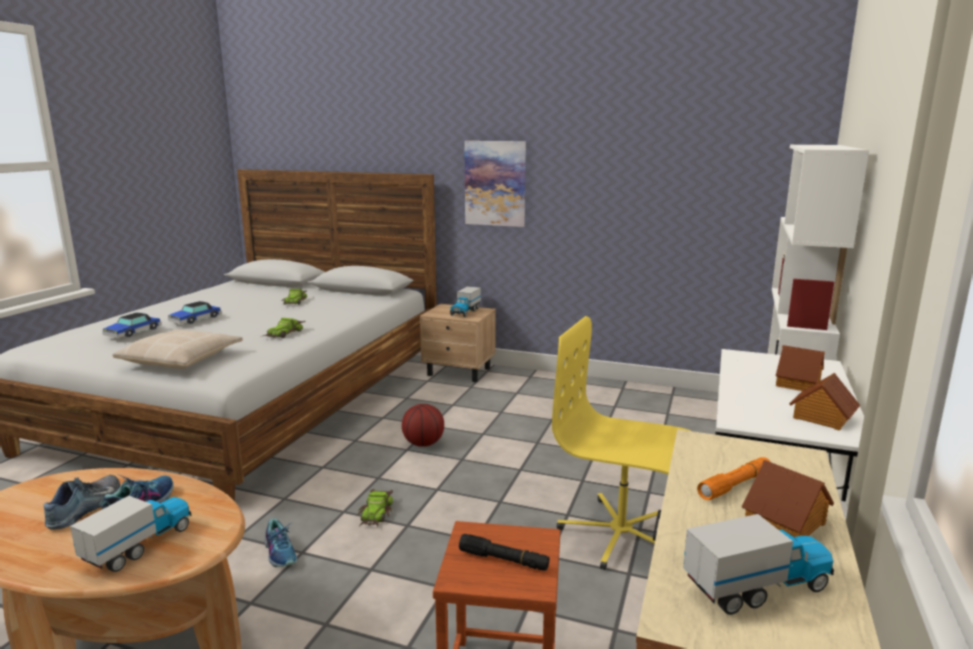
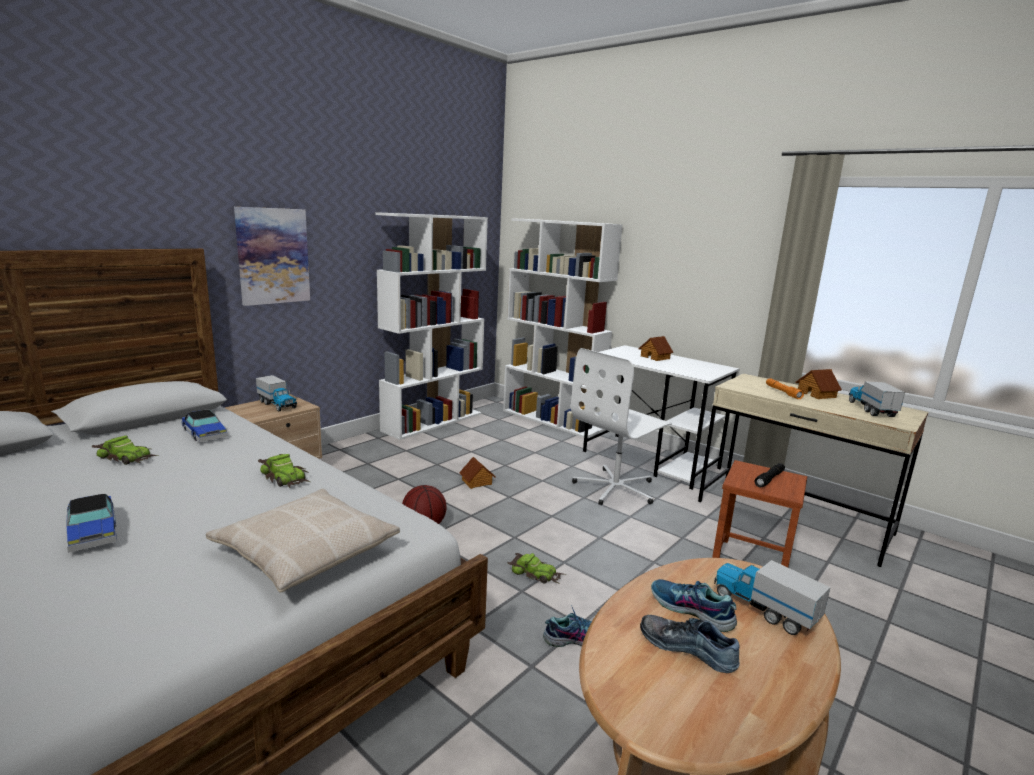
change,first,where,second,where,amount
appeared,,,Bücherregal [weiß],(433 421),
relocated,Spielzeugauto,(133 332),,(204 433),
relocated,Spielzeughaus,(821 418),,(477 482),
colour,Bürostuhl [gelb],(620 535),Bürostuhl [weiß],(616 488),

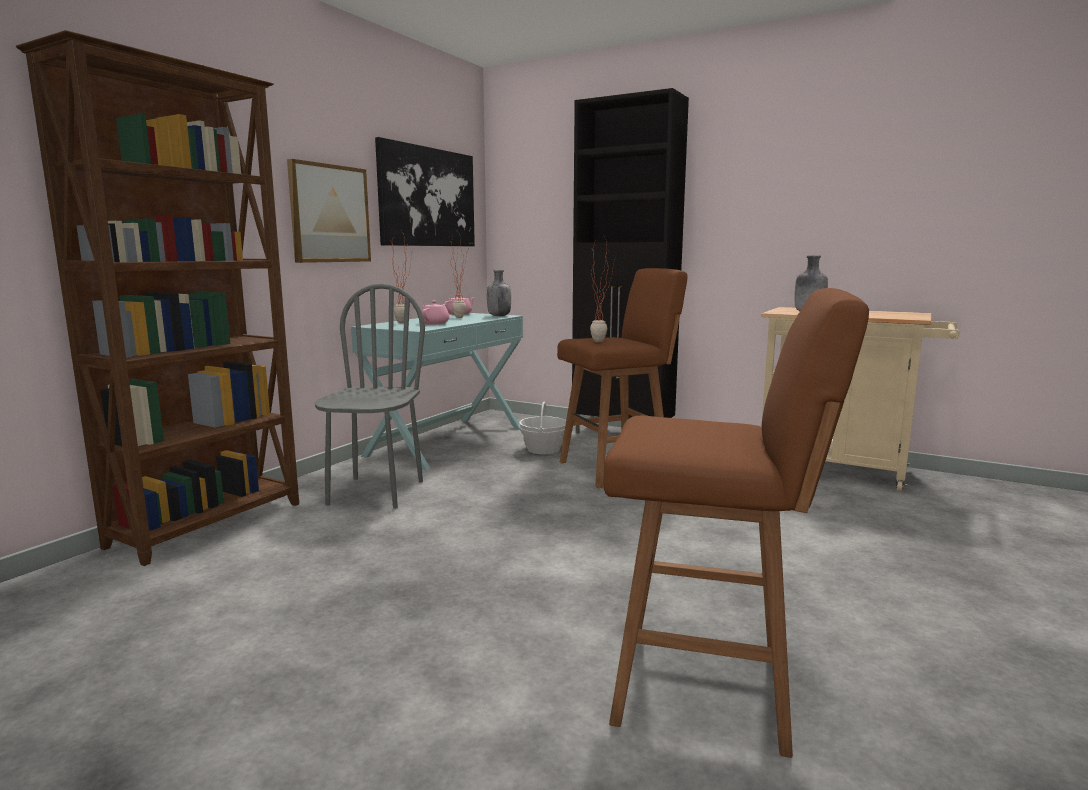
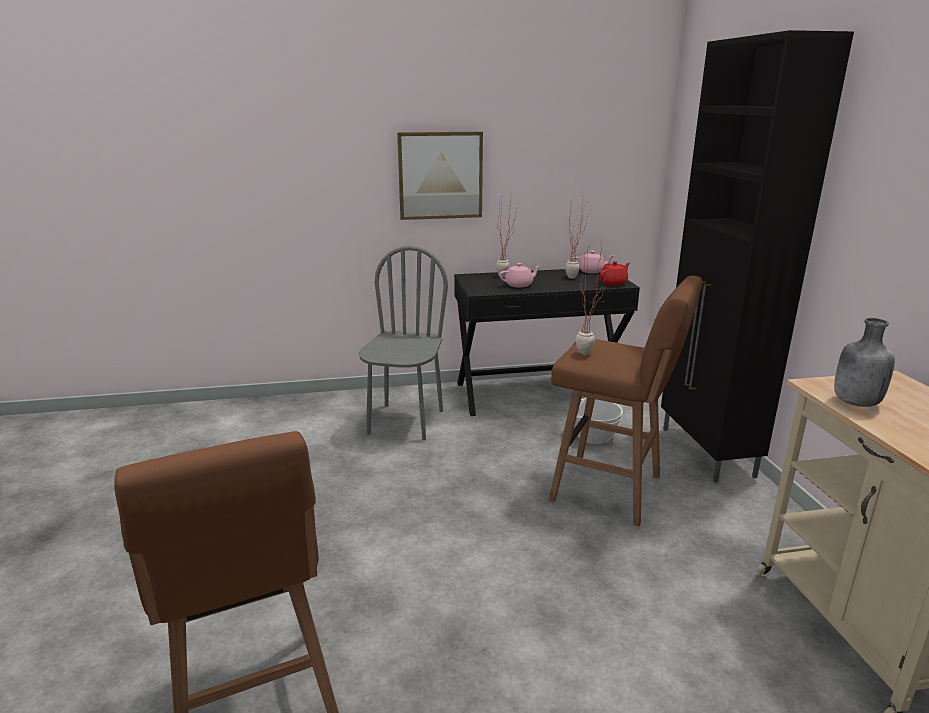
change,first,where,second,where,amount
missing,Bücherregal [braun],(210 524),,,
missing,Bild,(427 197),,,
exchanged,Flasche [grau],(498 316),Teekanne [rot],(614 283),
colour,Konsolentisch [türkis],(446 441),Konsolentisch [schwarz],(538 392),
spun,Stuhl [grau],(375 492),,(405 422),45 degrees counterclockwise

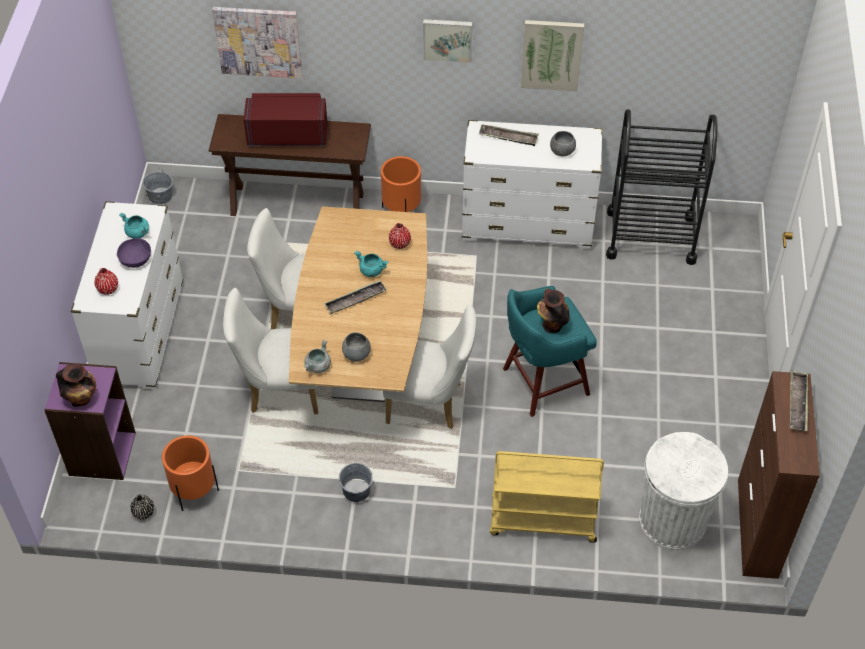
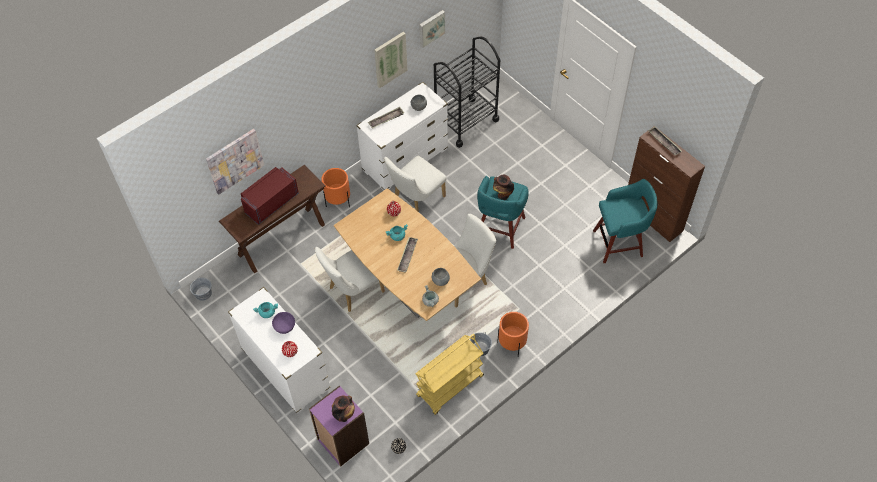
change,first,where,second,where,amount
relocated,Pflanzkübel [orange],(194 492),,(512 344),
relocated,Stuhl [weiß],(279 389),,(416 200),
relocated,Bild,(447 39),,(431 28),
relocated,Rollwagen [gelb],(542 520),,(450 387),
exchanged,Mülleimer [weiß],(672 521),Hocker [türkis],(619 243),

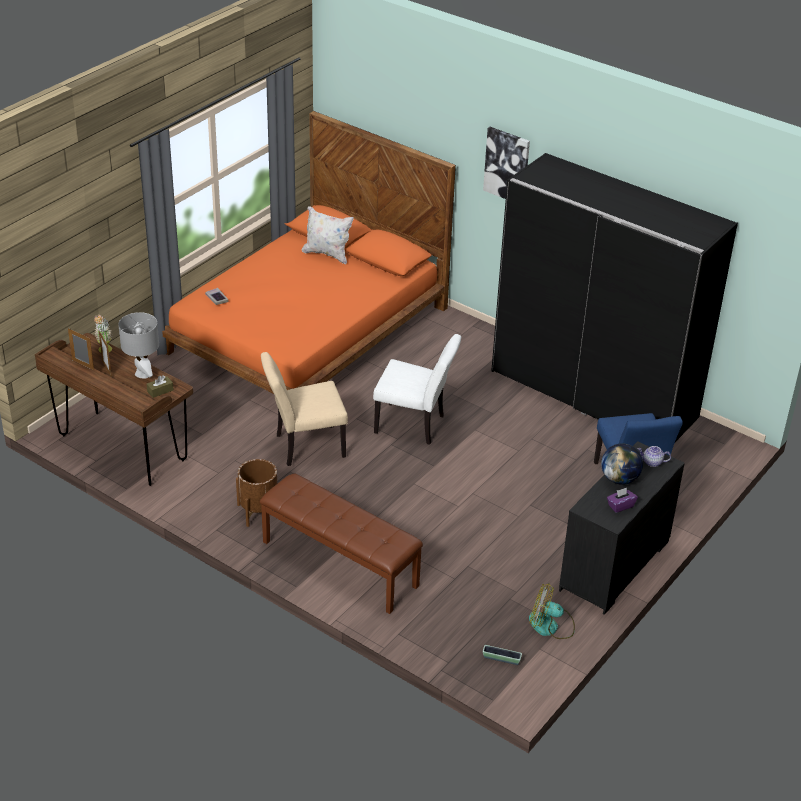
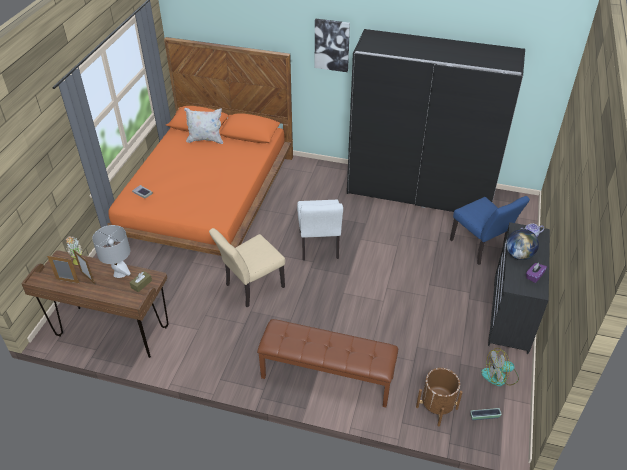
change,first,where,second,where,amount
relocated,Pflanzkübel [braun],(259 511),,(436 408),
spun,Stuhl [weiß],(415 425),,(319 248),90 degrees clockwise

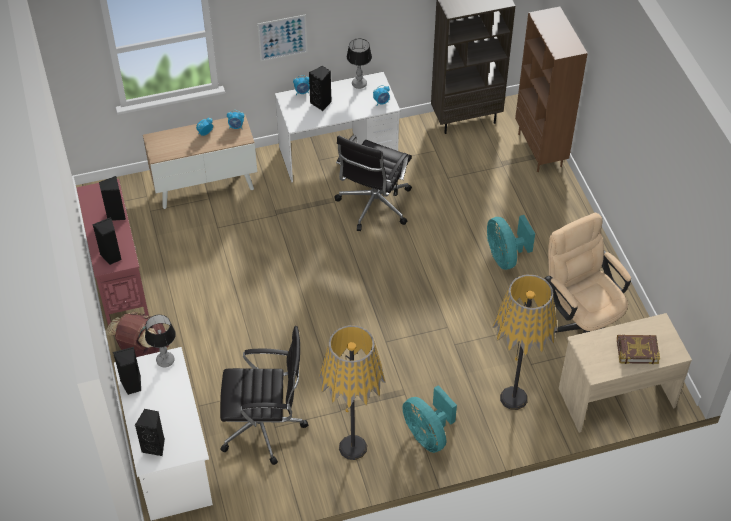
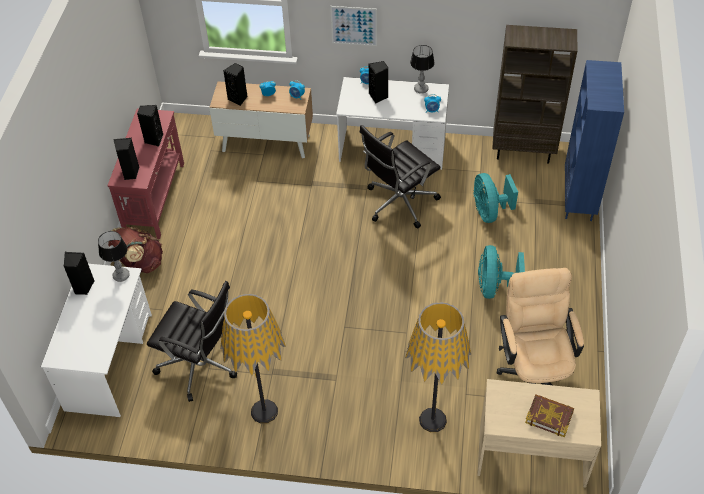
change,first,where,second,where,amount
relocated,Lautsprecher [schwarz],(155 446),,(238 99),
relocated,Ventilator [türkis],(428 434),,(489 212),
colour,Bücherregal [braun],(540 150),Bücherregal [blau],(579 200),

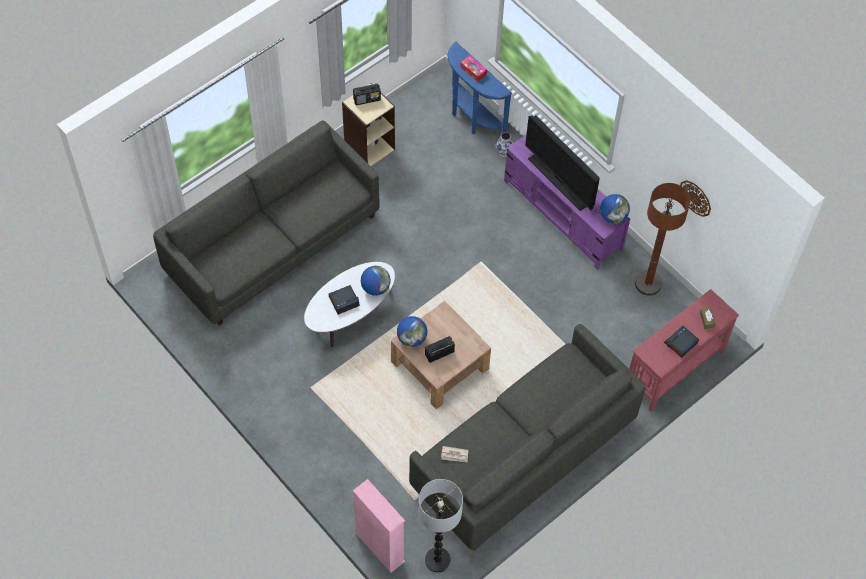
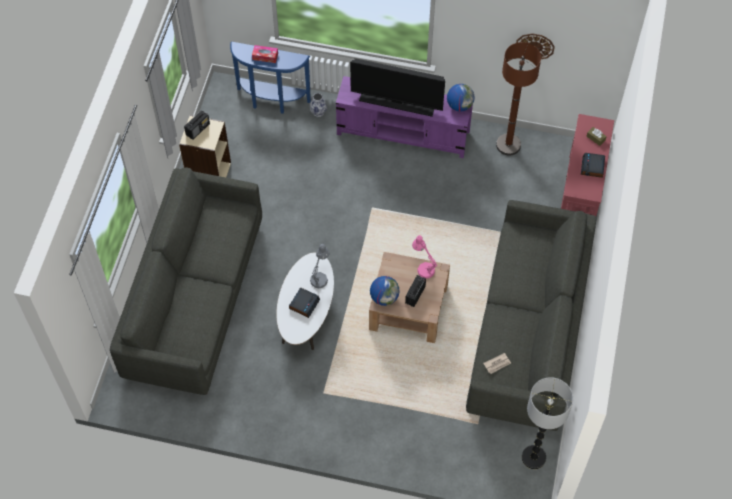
change,first,where,second,where,amount
missing,Bücherregal [rosa],(380 547),,,
appeared,,,Tischlampe [rosa],(423 268),
exchanged,Globus,(375 288),Tischlampe [grau],(320 277),

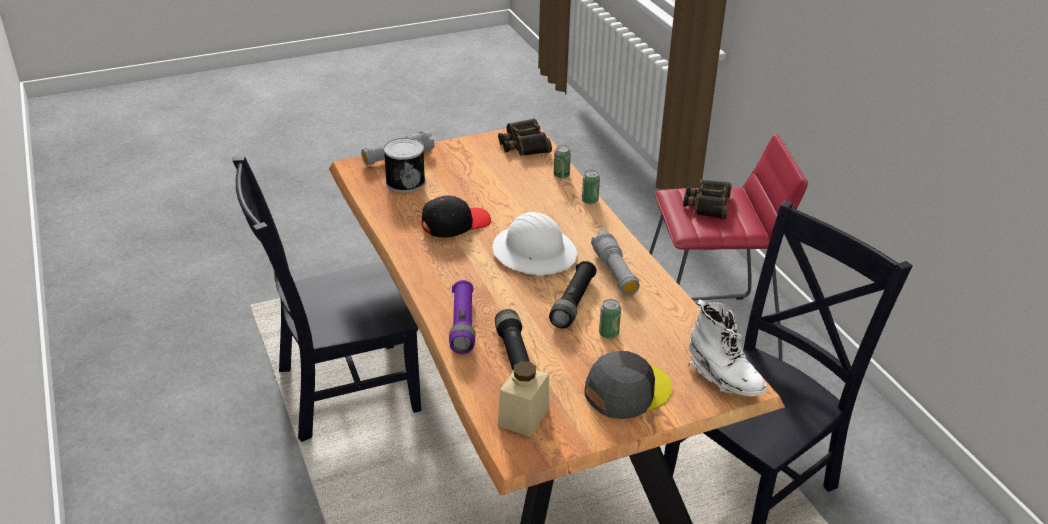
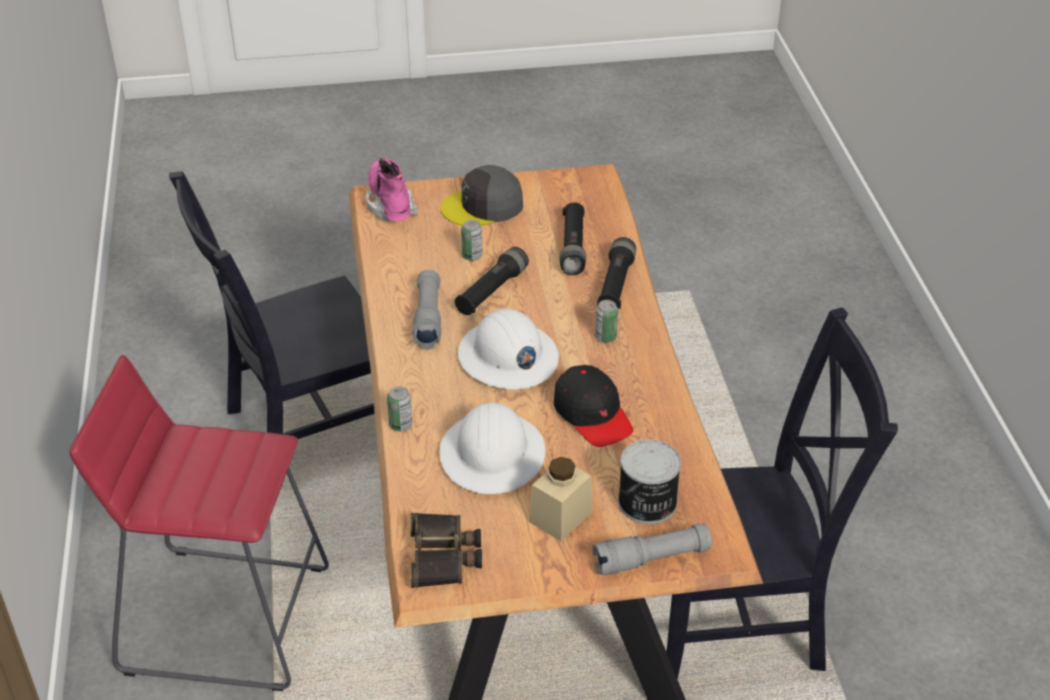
change,first,where,second,where,amount
missing,Fernglas,(707 204),,,
appeared,,,Schutzhelm [weiß],(493 454),
relocated,Vorratsglas [beige],(523 416),,(560 517),
relocated,Dose,(561 175),,(605 337),
colour,Taschenlampe [lila],(462 325),Taschenlampe [schwarz],(615 285),
colour,Stiefel [weiß],(723 377),Stiefel [rosa],(390 205),
spun,Kappe [schwarz],(455 224),,(592 414),105 degrees counterclockwise

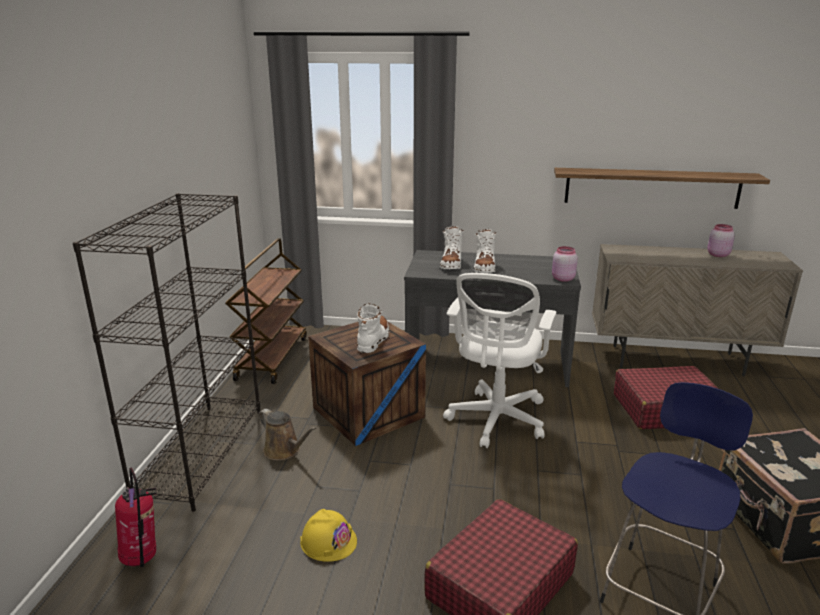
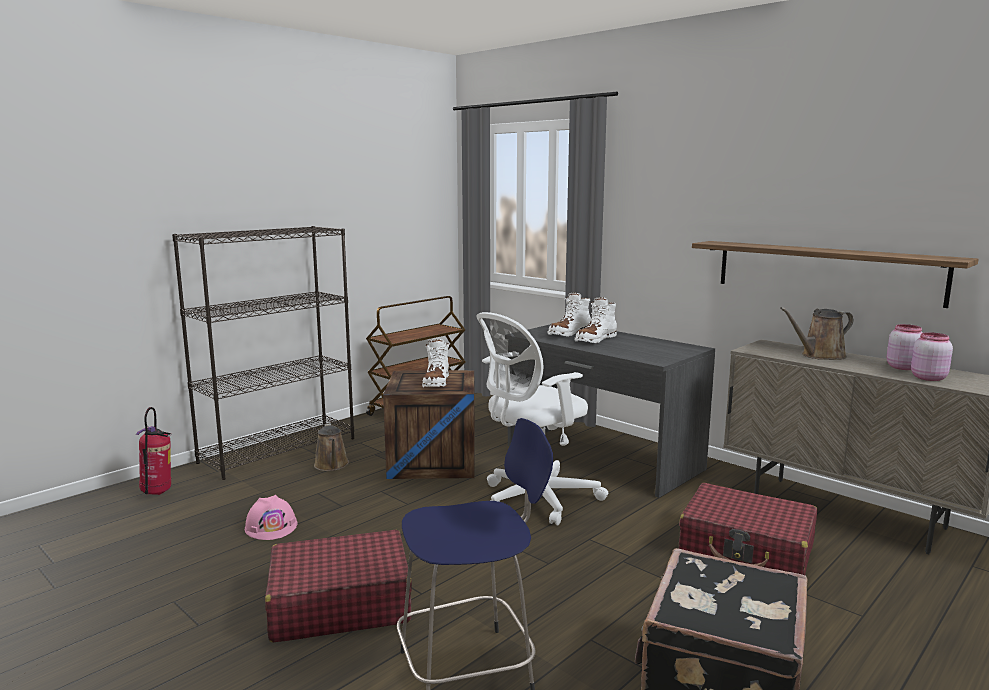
change,first,where,second,where,amount
appeared,,,Gießkanne [braun],(819 356),
relocated,Vorratsglas [rosa],(562 279),,(927 378),
colour,Schutzhelm [gelb],(328 541),Schutzhelm [rosa],(271 526),
spun,Stiefel [weiß],(373 340),,(436 382),135 degrees clockwise

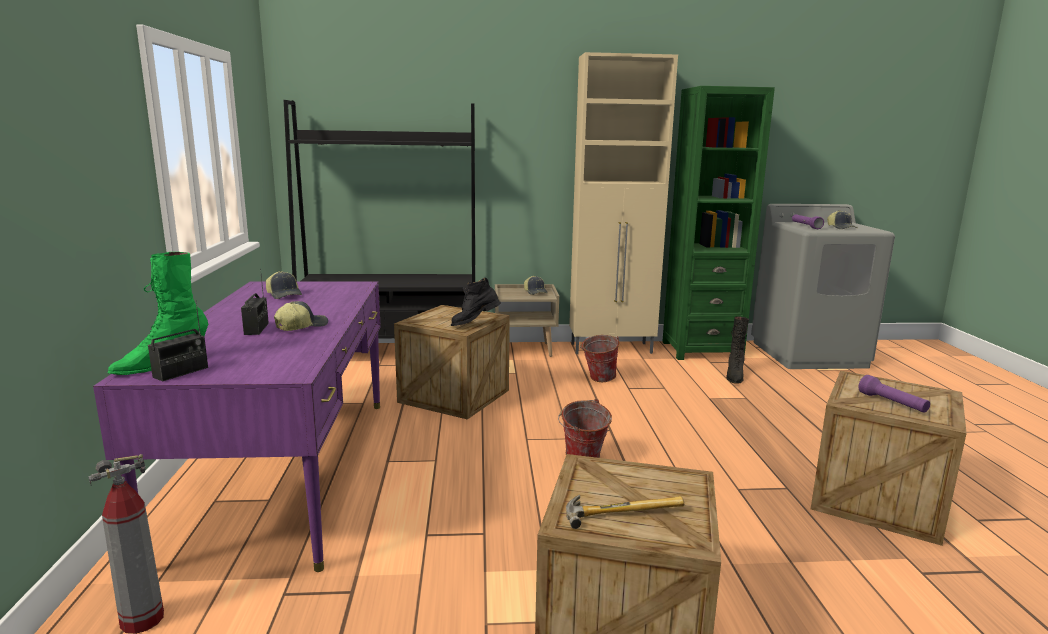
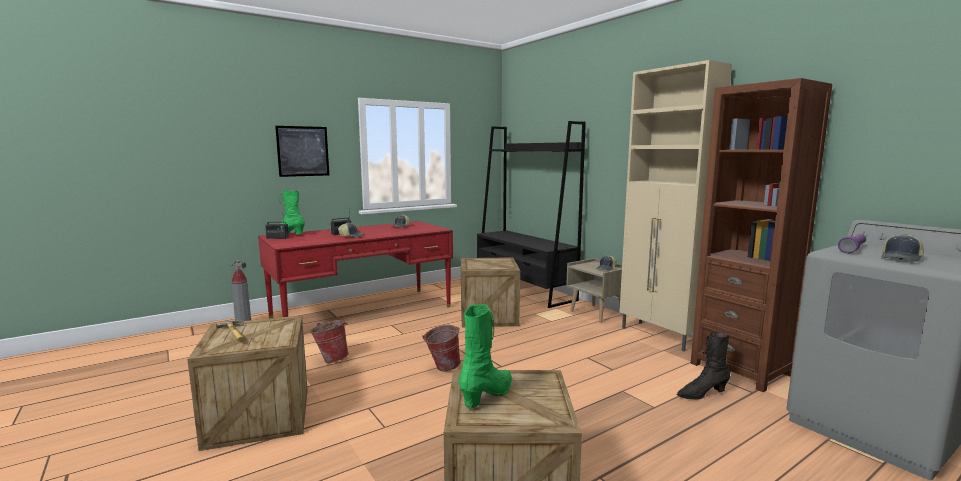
change,first,where,second,where,amount
missing,Stiefel [schwarz],(475 324),,,
appeared,,,Bild,(303 151),
relocated,Eimer,(598 379),,(331 359),
exchanged,Taschenlampe [lila],(892 403),Stiefel [grün],(488 395),
colour,Schreibtisch [lila],(287 471),Schreibtisch [rot],(362 312),
colour,Bücherregal [grün],(701 350),Bücherregal [braun],(741 369),

